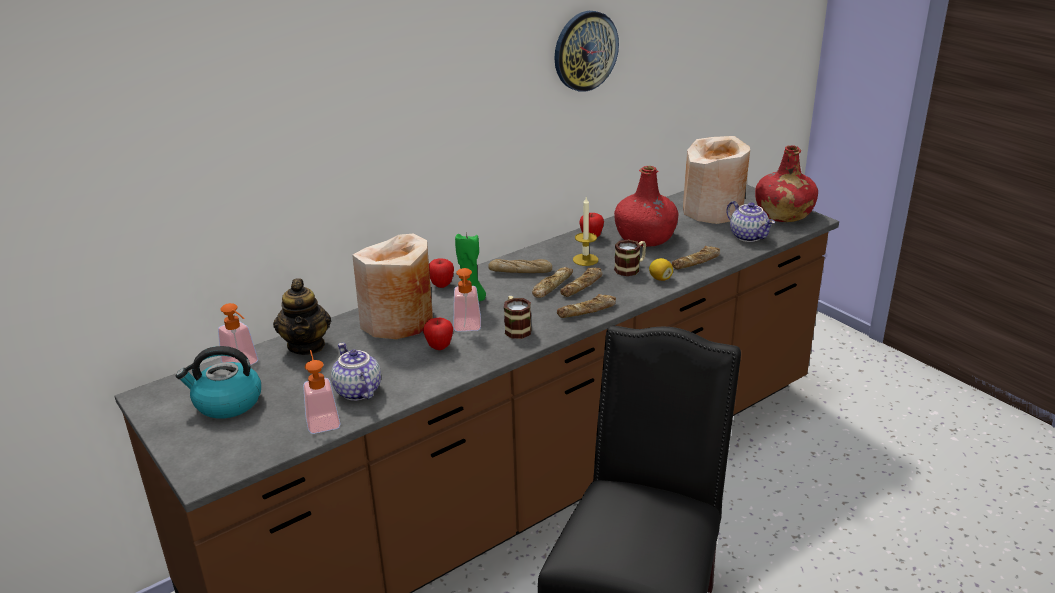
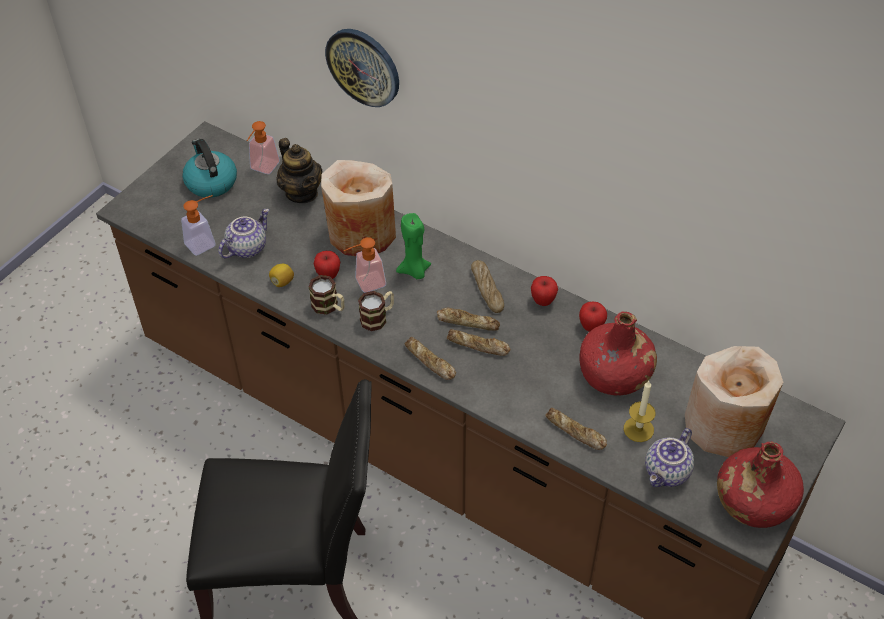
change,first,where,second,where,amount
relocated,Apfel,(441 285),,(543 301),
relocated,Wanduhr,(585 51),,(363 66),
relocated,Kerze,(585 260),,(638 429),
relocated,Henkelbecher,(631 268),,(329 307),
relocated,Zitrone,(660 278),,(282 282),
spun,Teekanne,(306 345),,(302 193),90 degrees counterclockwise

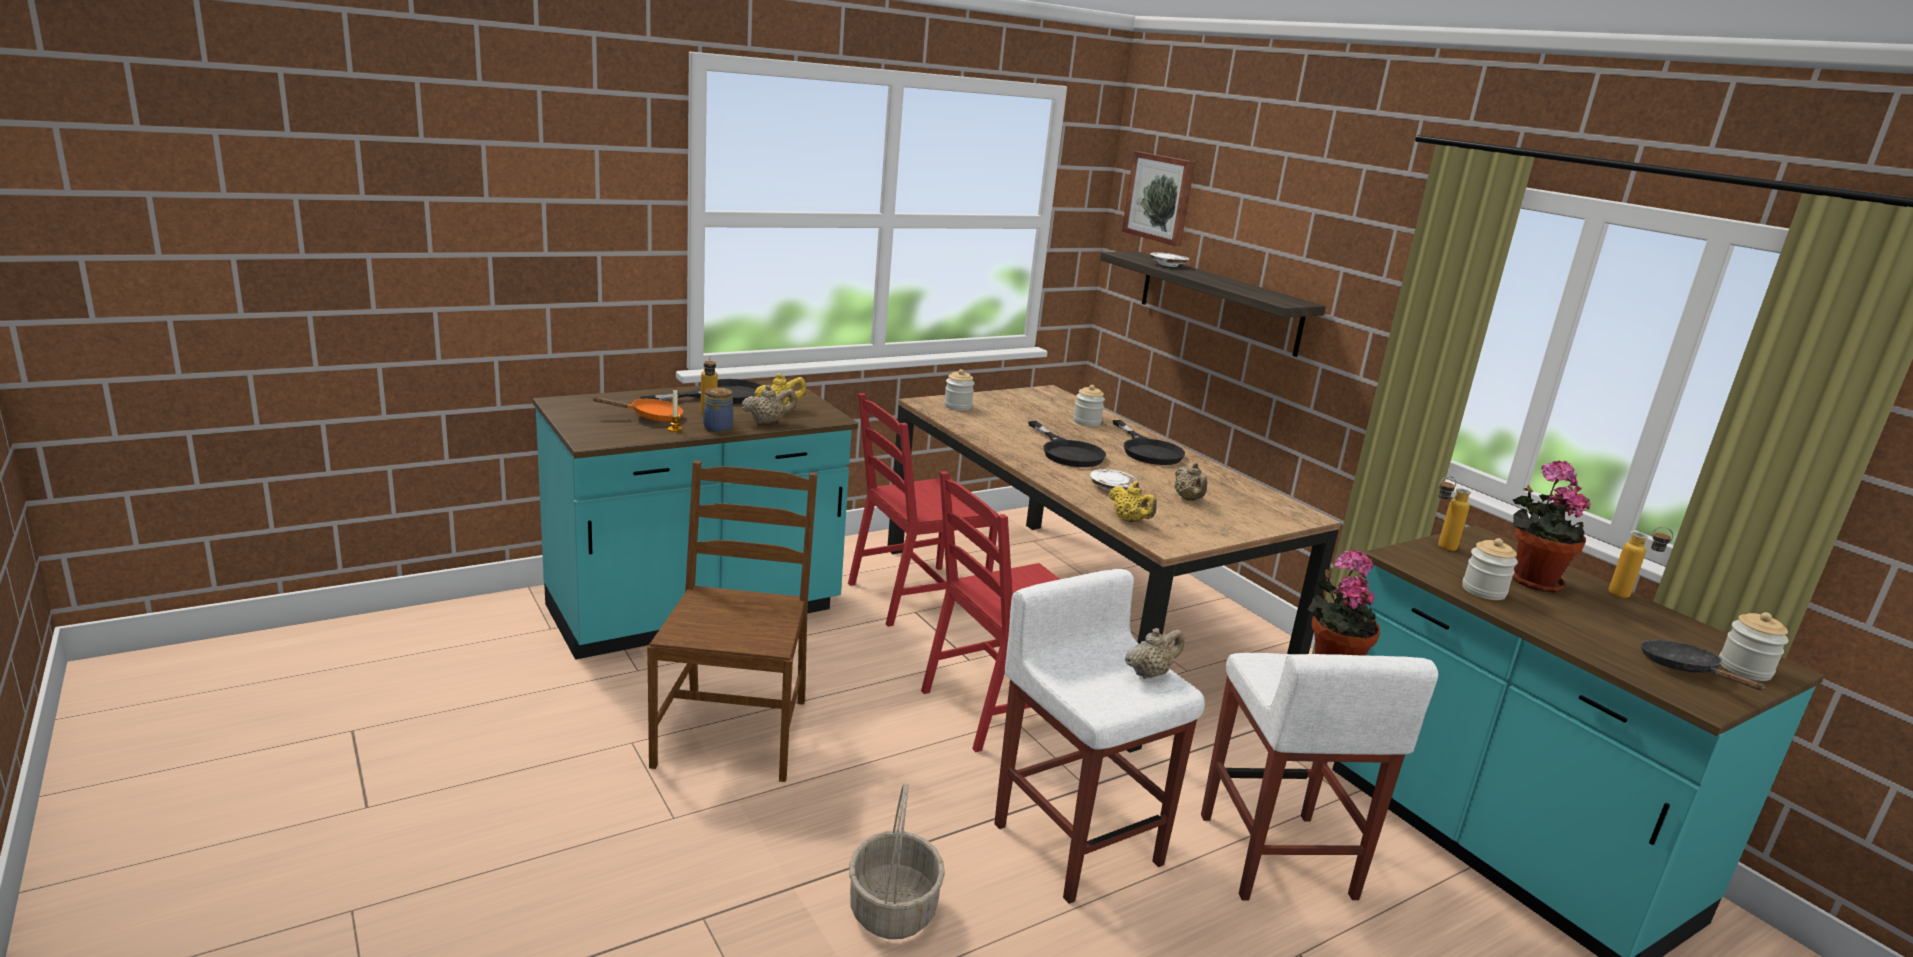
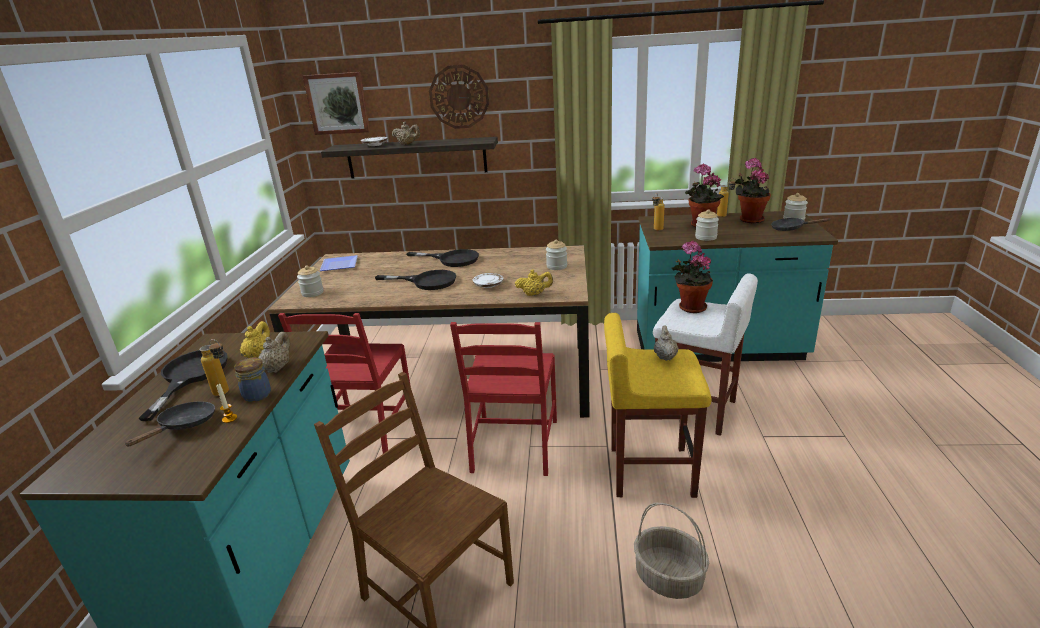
change,first,where,second,where,amount
appeared,,,Teller,(340 265),
appeared,,,Wanduhr,(459 97),
appeared,,,Topfpflanze,(749 220),
relocated,Vorratsglas,(1086 422),,(556 266),
relocated,Teekanne [beige],(1188 499),,(407 144),
colour,Pfanne [orange],(651 417),Pfanne [schwarz],(184 425),
colour,Hocker [weiß],(1076 842),Hocker [gelb],(649 471),

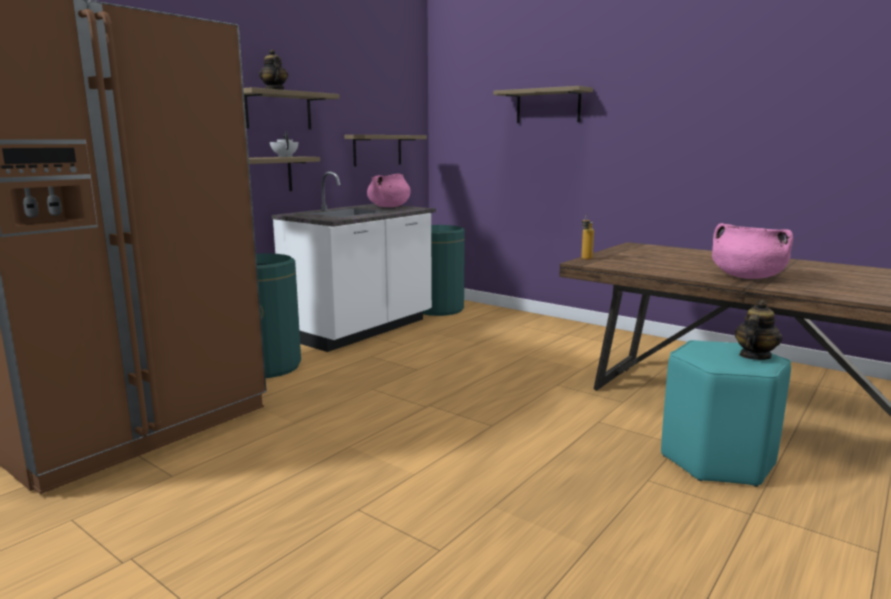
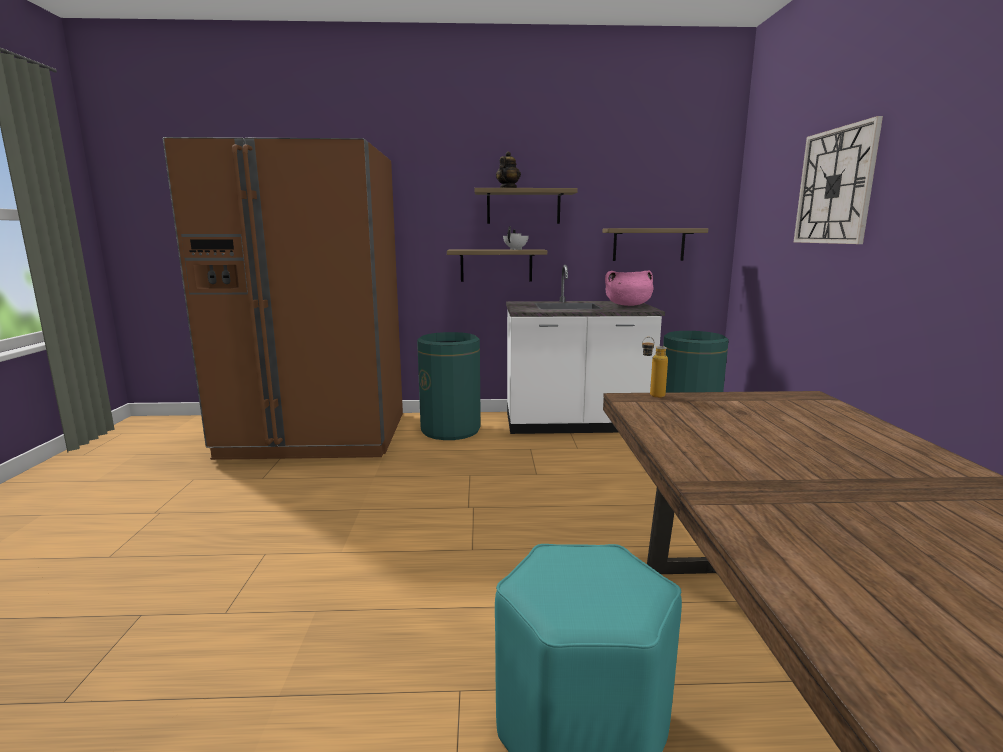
change,first,where,second,where,amount
missing,Kochtopf [rosa],(746 277),,,
missing,Teekanne,(754 356),,,
exchanged,Wandregal,(548 106),Wanduhr,(835 186),

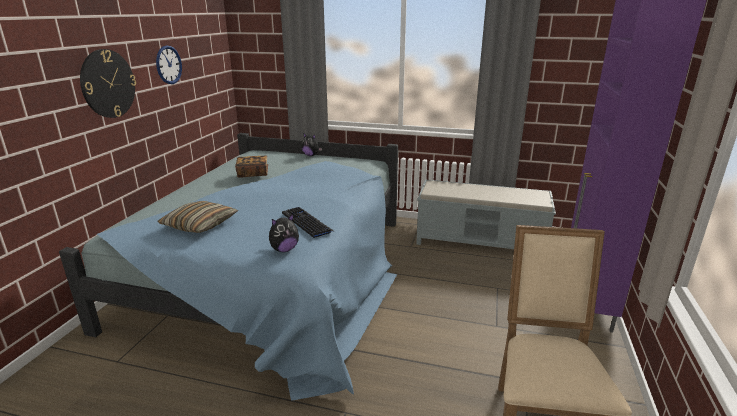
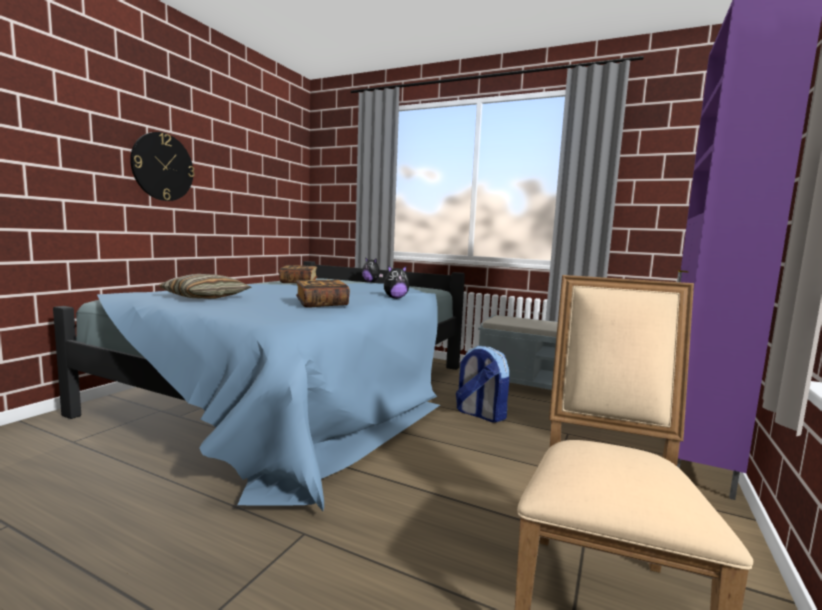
change,first,where,second,where,amount
missing,Wanduhr,(168 65),,,
appeared,,,Rucksack,(480 414),
relocated,Plüschtier,(284 249),,(395 298),
exchanged,Tastatur,(306 223),Buch,(322 304),

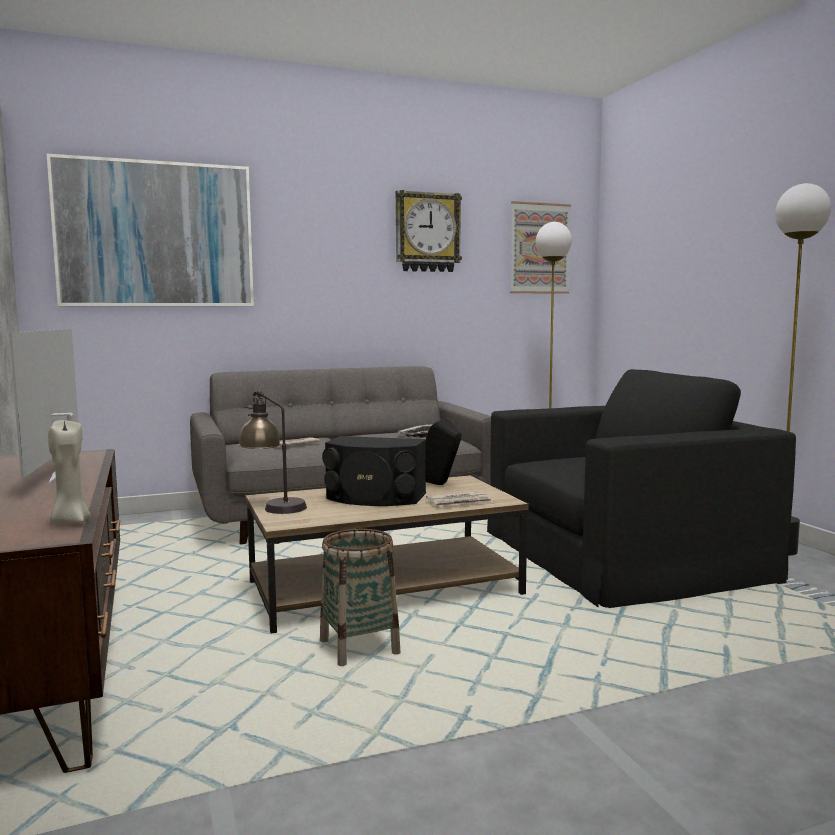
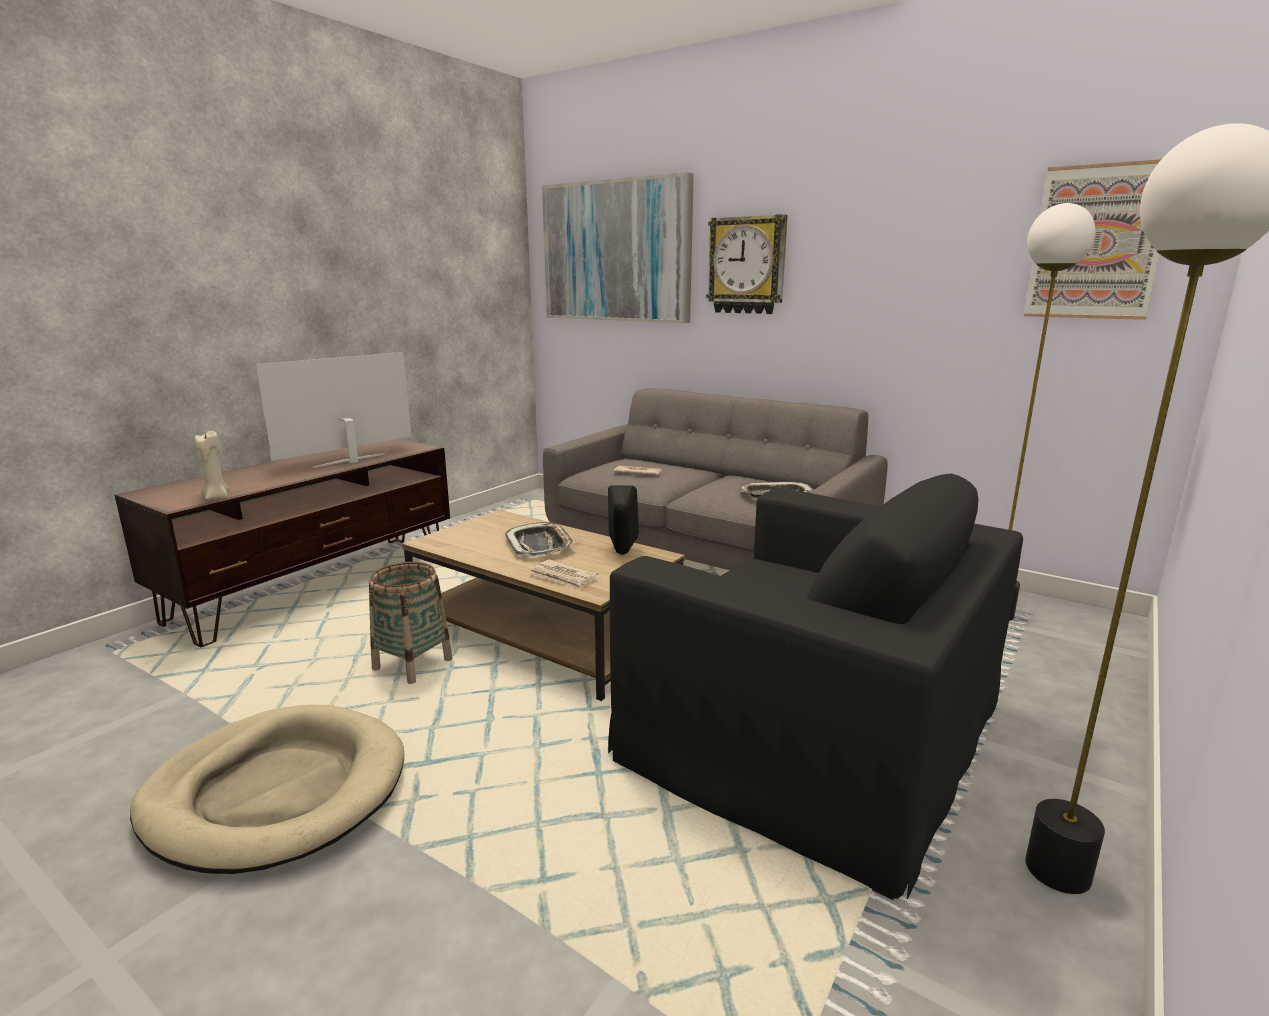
change,first,where,second,where,amount
missing,Tischlampe,(273 506),,,
appeared,,,Hundebett [beige],(277 792),
relocated,Wanduhr,(427 232),,(747 265),
exchanged,Lautsprecher [schwarz],(374 498),Tablett,(539 545),

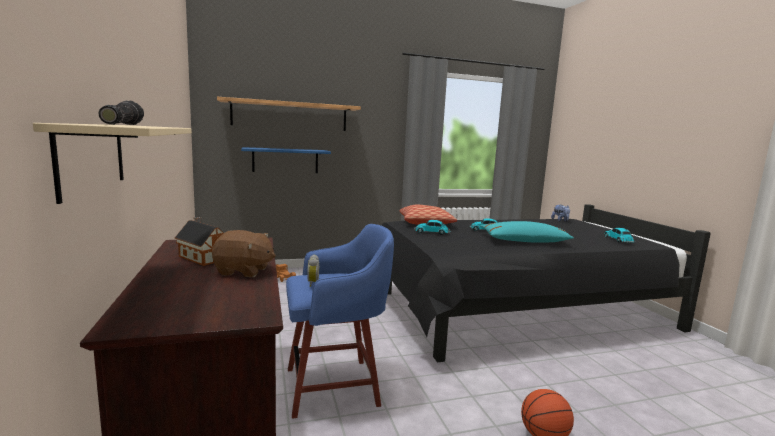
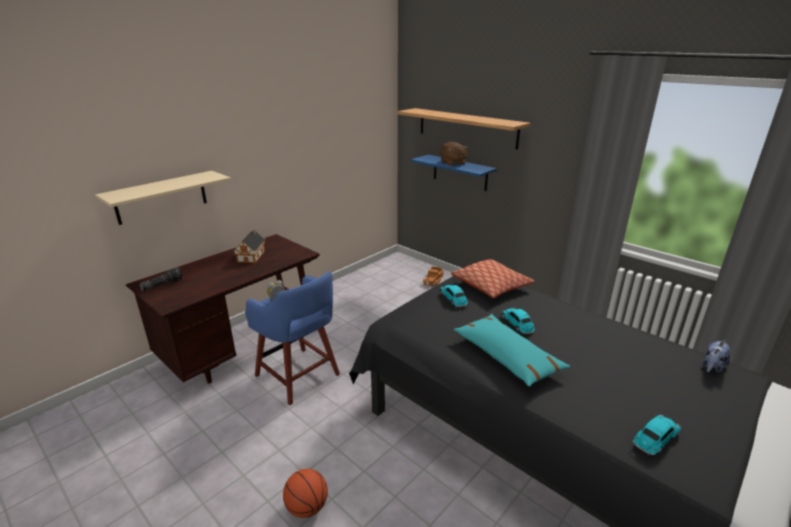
change,first,where,second,where,amount
relocated,Taschenlampe,(121 124),,(162 284),
relocated,Plüschtier [braun],(243 271),,(452 163),

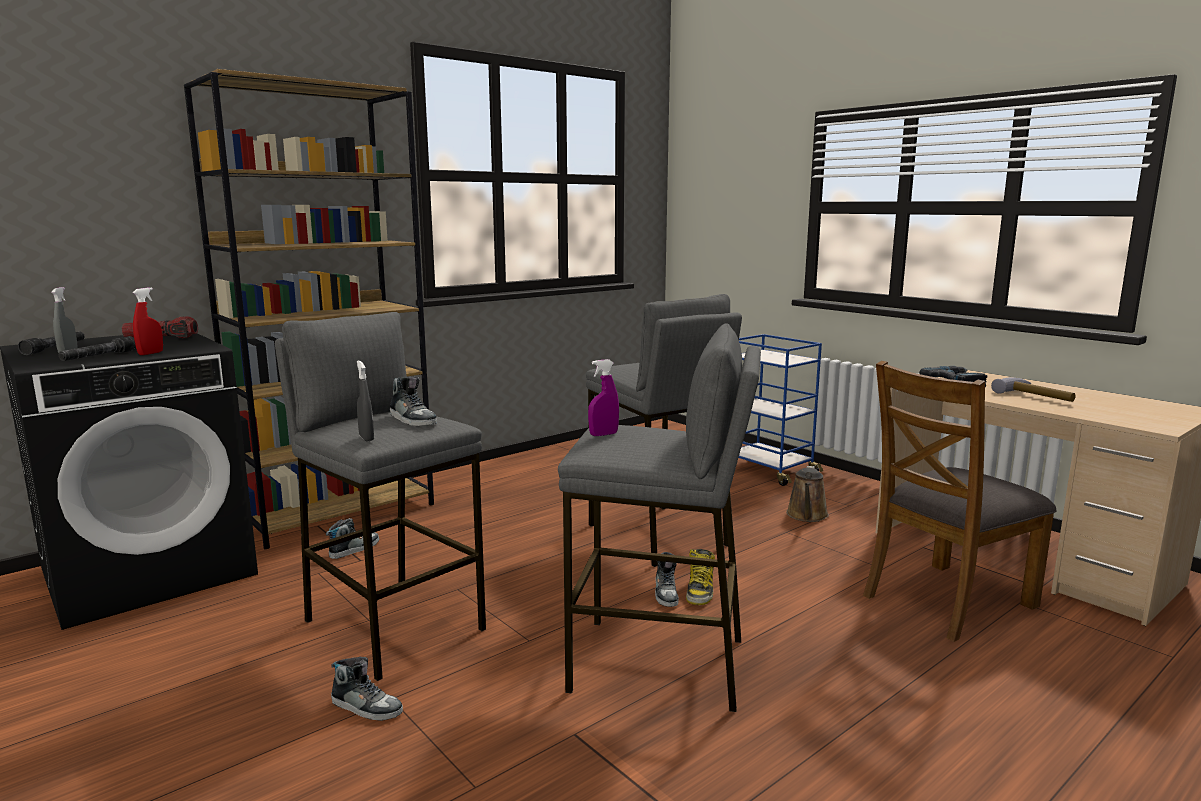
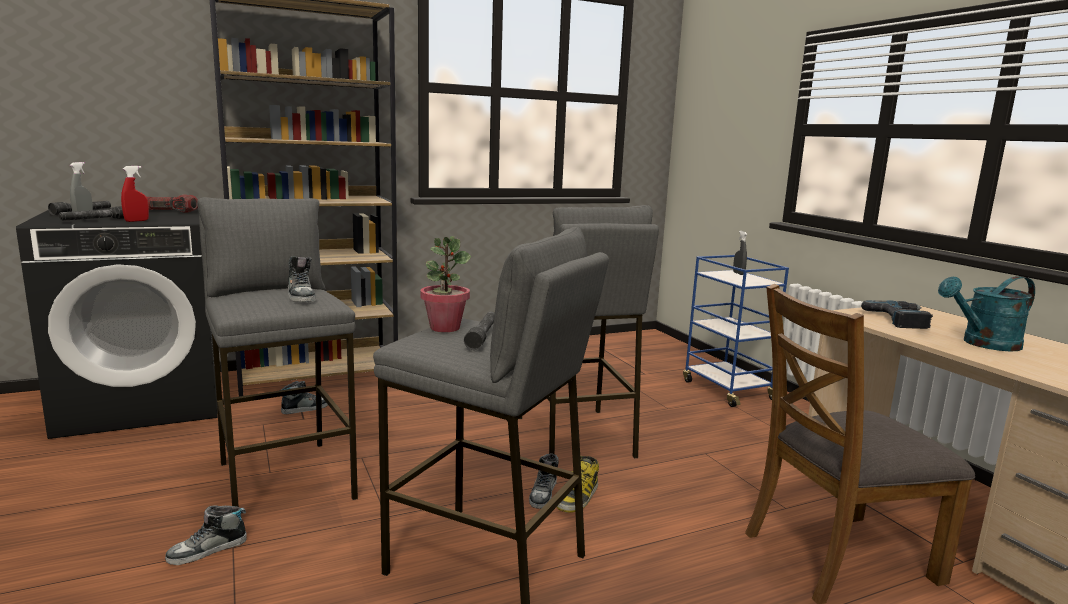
change,first,where,second,where,amount
missing,Gießkanne [braun],(807 516),,,
appeared,,,Taschenlampe [grau],(482 336),
relocated,Sprühflasche [grau],(366 438),,(738 273),
exchanged,Sprühflasche [lila],(603 434),Topfpflanze,(445 328),
exchanged,Hammer,(1036 396),Gießkanne [türkis],(983 344),
spun,Schuh,(366 707),,(207 550),105 degrees clockwise

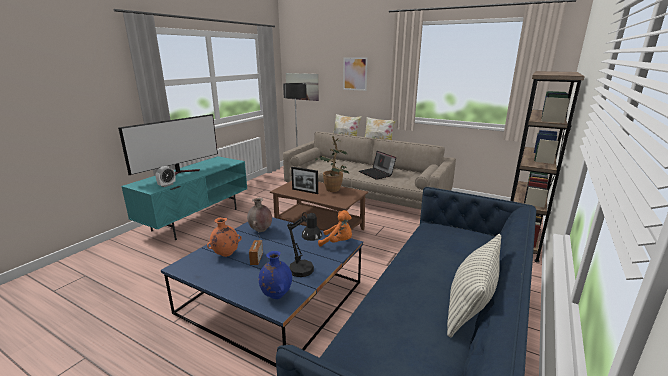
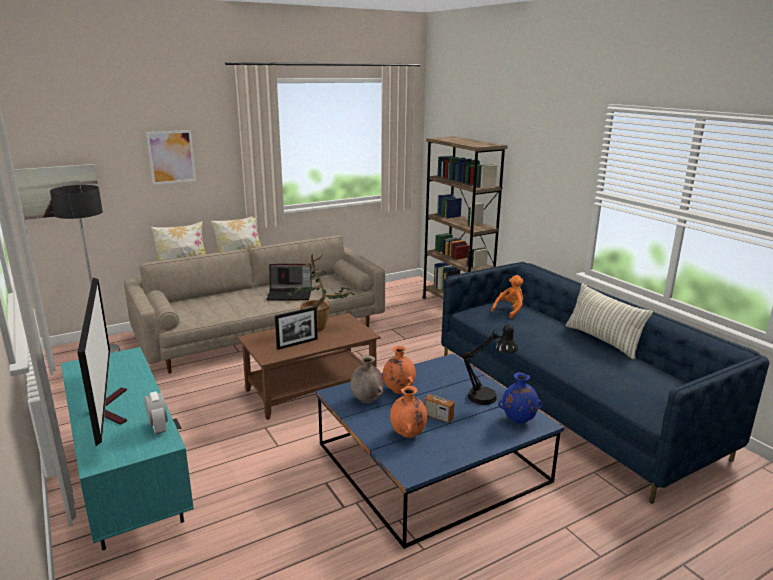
change,first,where,second,where,amount
appeared,,,Vase [orange],(398 390),
relocated,Plüschtier [orange],(338 242),,(509 311),

